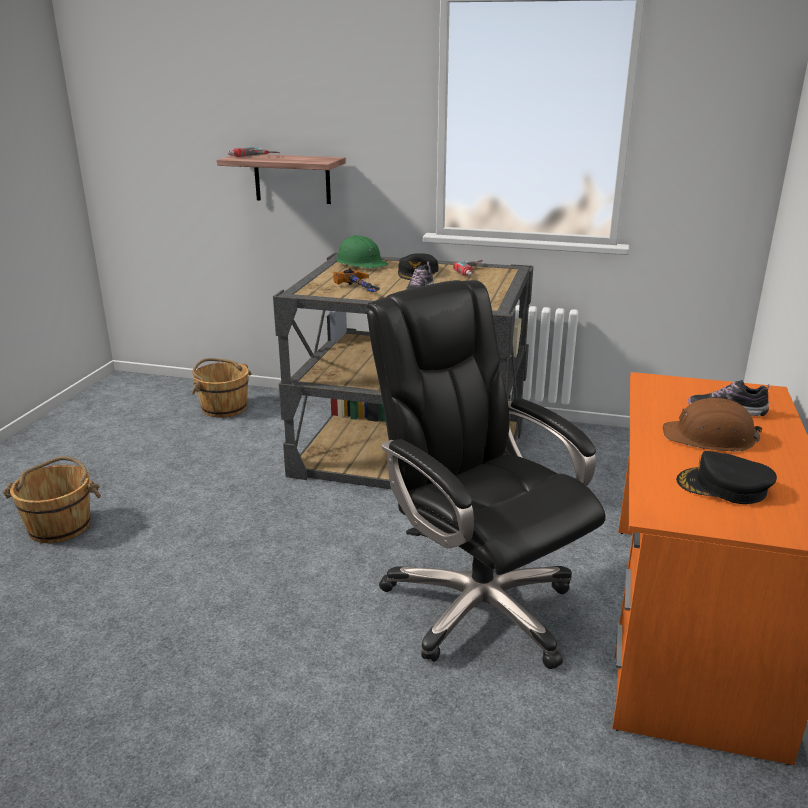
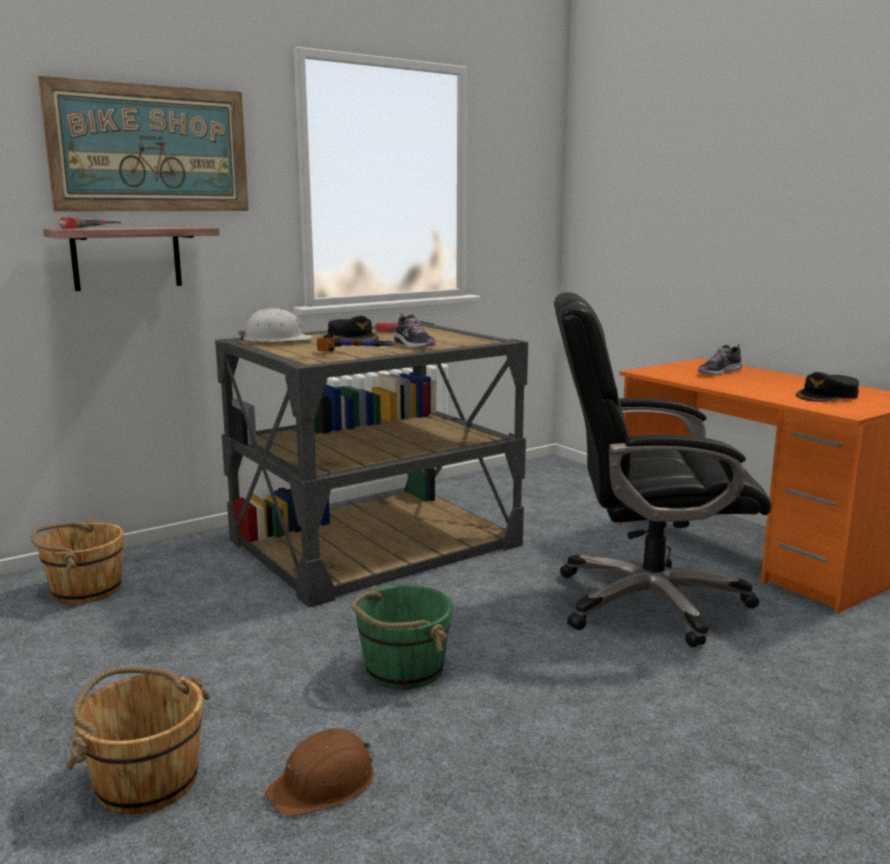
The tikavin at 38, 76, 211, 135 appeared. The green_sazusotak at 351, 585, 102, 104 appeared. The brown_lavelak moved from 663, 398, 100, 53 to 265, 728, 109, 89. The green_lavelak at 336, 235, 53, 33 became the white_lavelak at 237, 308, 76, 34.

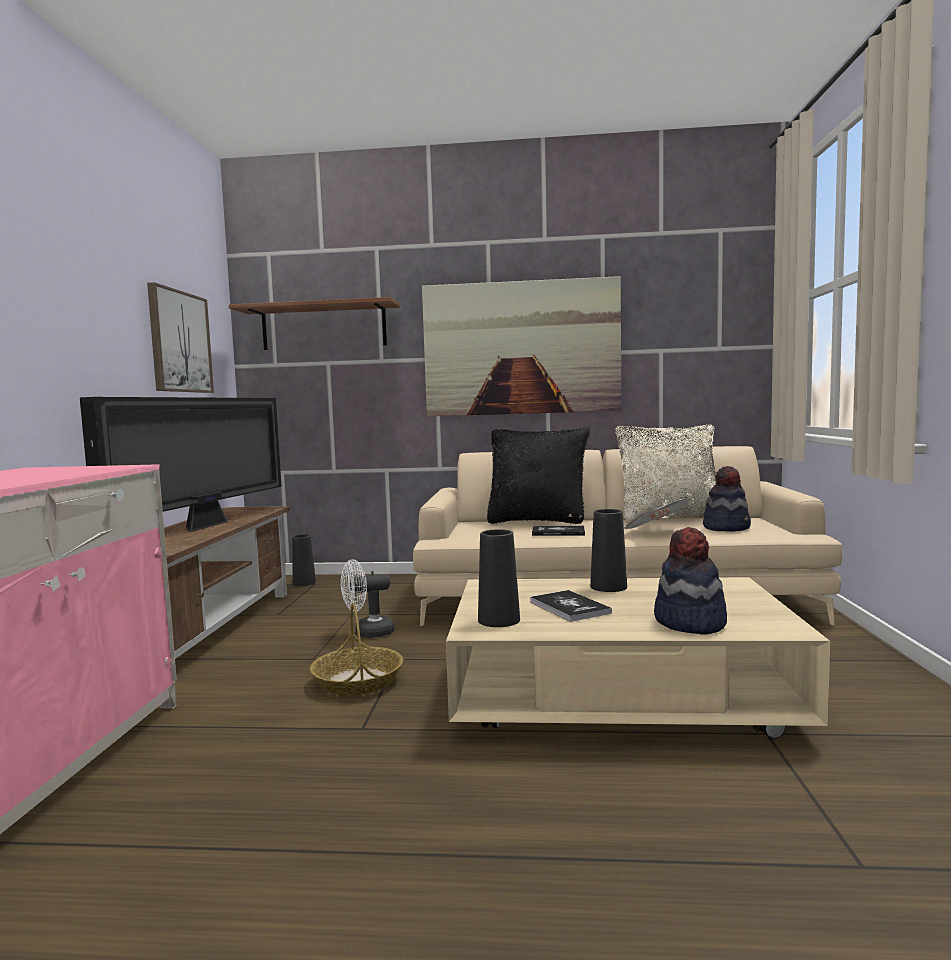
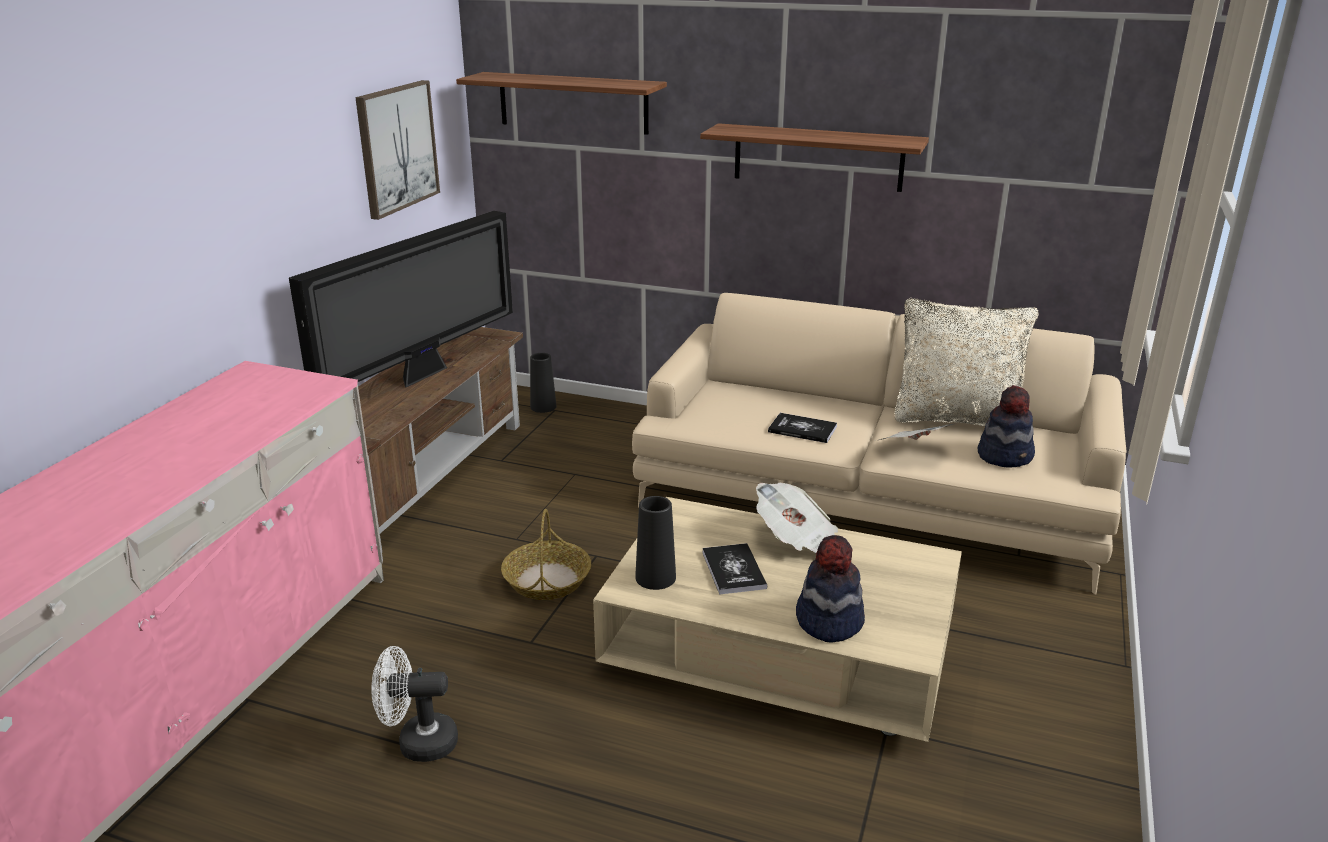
The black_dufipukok at 487, 428, 103, 96 disappeared. The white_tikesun moved from 341, 559, 54, 79 to 372, 646, 86, 116. The tikavin at 422, 276, 199, 140 was replaced by the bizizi at 700, 123, 229, 69. The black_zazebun at 590, 509, 37, 83 was replaced by the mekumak at 756, 483, 82, 70.

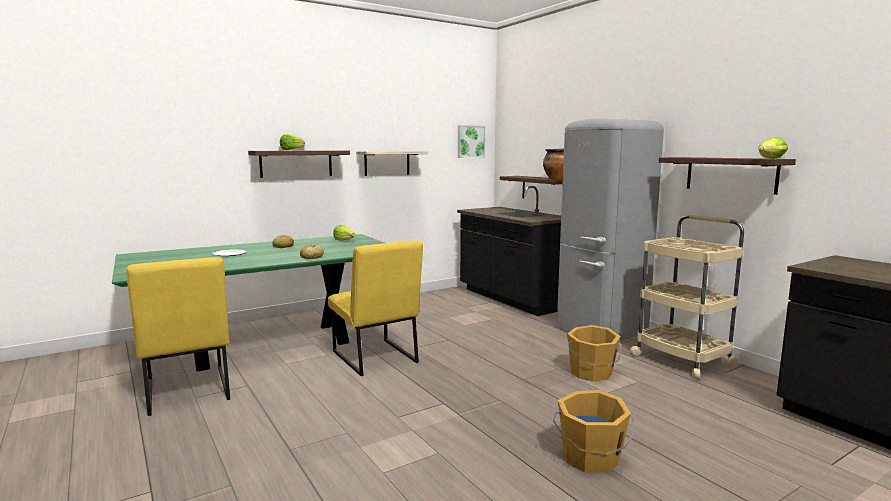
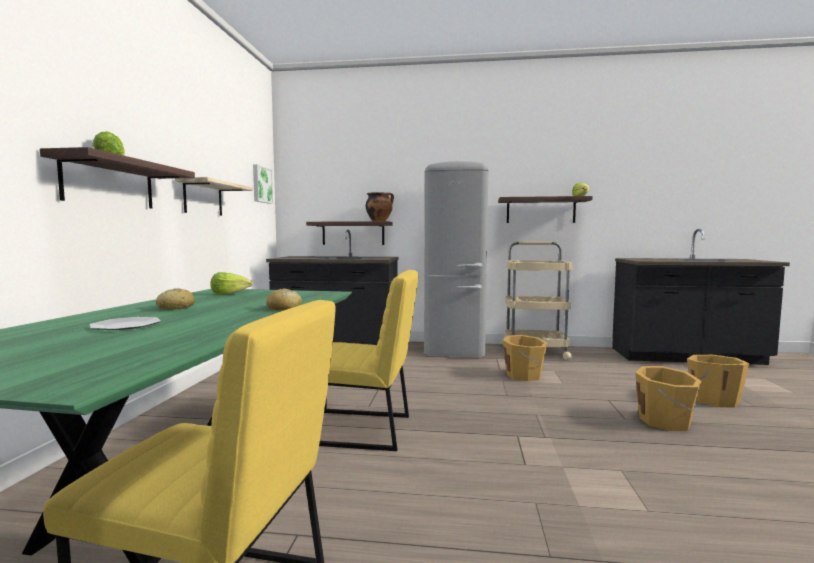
The orange_sazusotak at 687, 355, 62, 53 appeared.

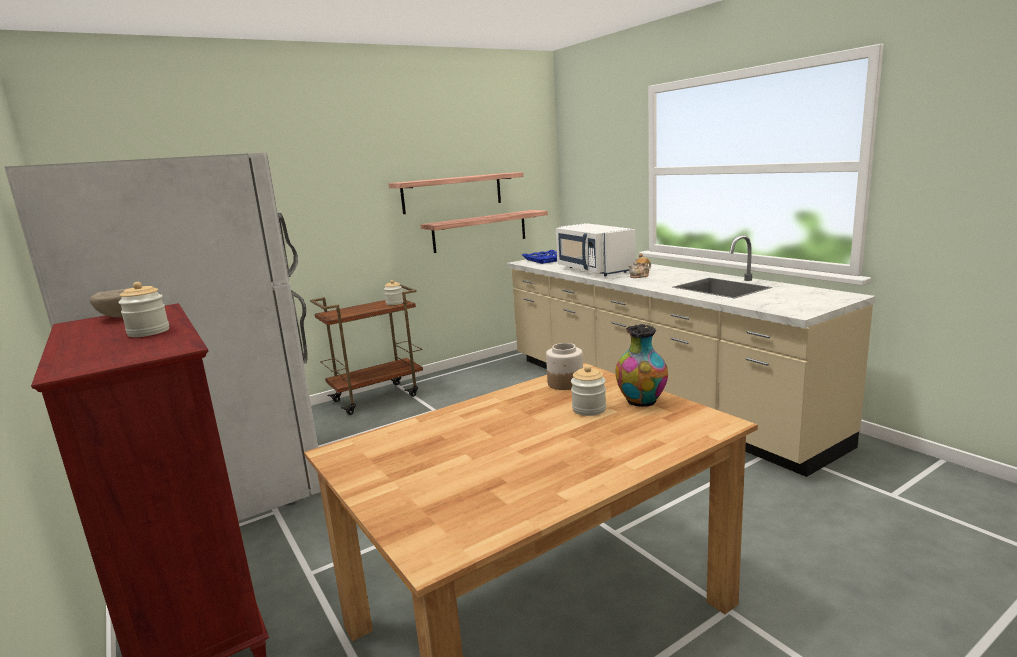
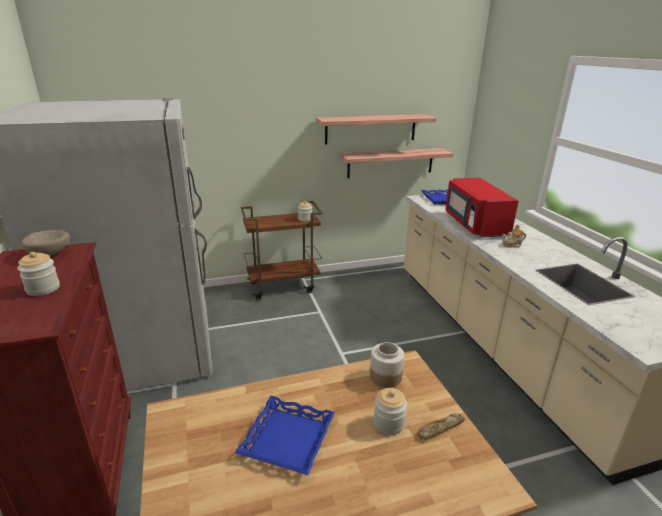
The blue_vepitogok at 235, 396, 100, 79 appeared. The zazebun at 615, 324, 53, 83 was replaced by the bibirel at 418, 413, 47, 27. The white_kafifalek at 556, 223, 80, 53 became the red_kafifalek at 445, 178, 74, 59.

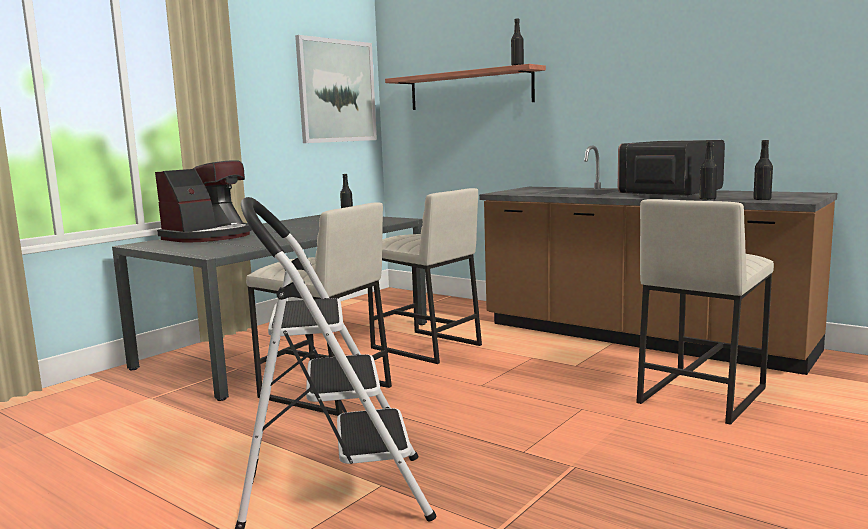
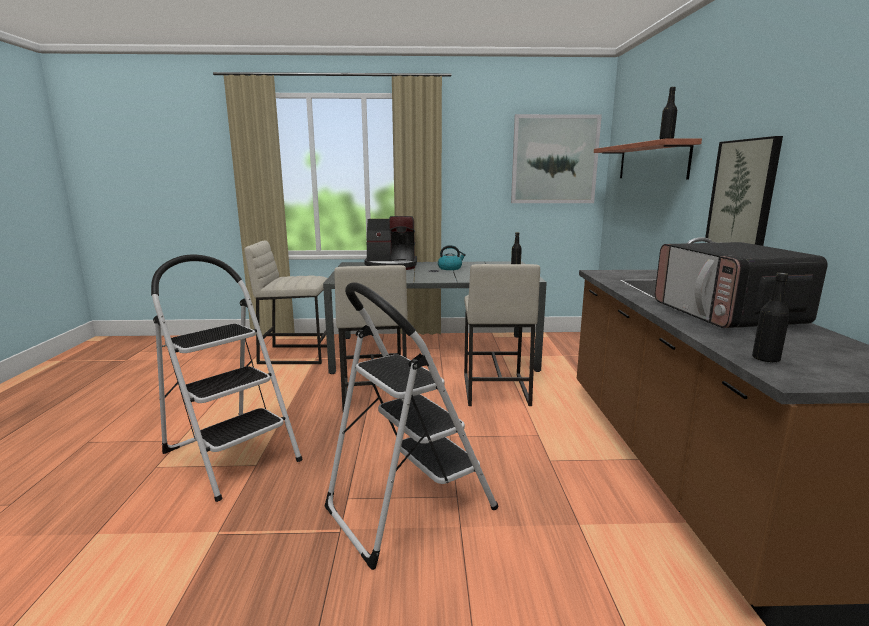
The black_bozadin at 699, 141, 19, 59 disappeared. The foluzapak at 325, 282, 173, 288 appeared. The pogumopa at 438, 245, 28, 25 appeared. The tikavin at 705, 136, 78, 110 appeared. The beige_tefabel moved from 636, 199, 138, 226 to 244, 241, 83, 123. The kafifalek at 617, 140, 108, 57 turned 105 degrees counterclockwise.

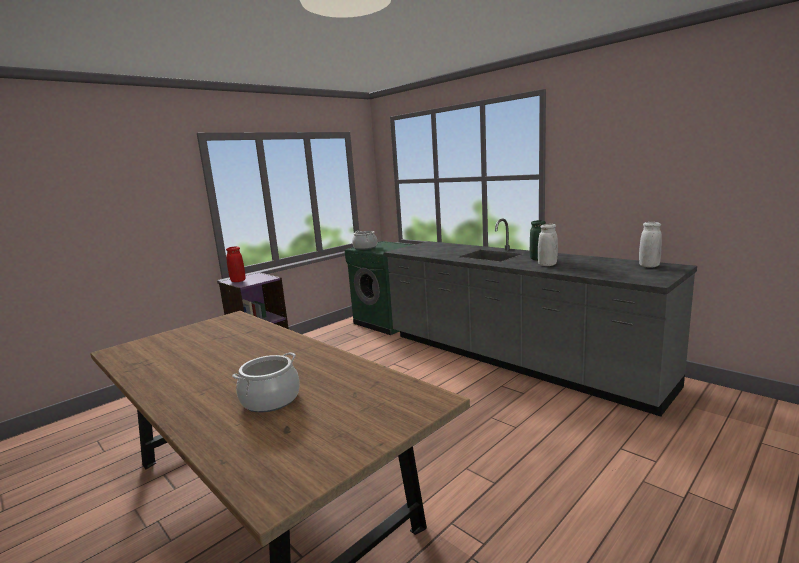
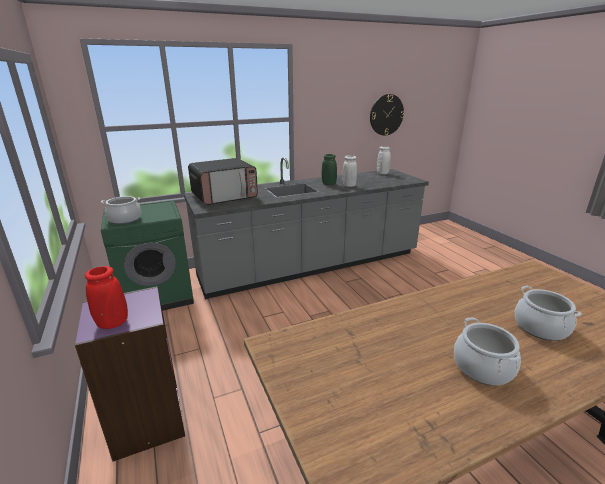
The kafifalek at 188, 158, 70, 47 appeared. The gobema at 370, 94, 34, 42 appeared. The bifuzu at 454, 318, 67, 68 appeared.

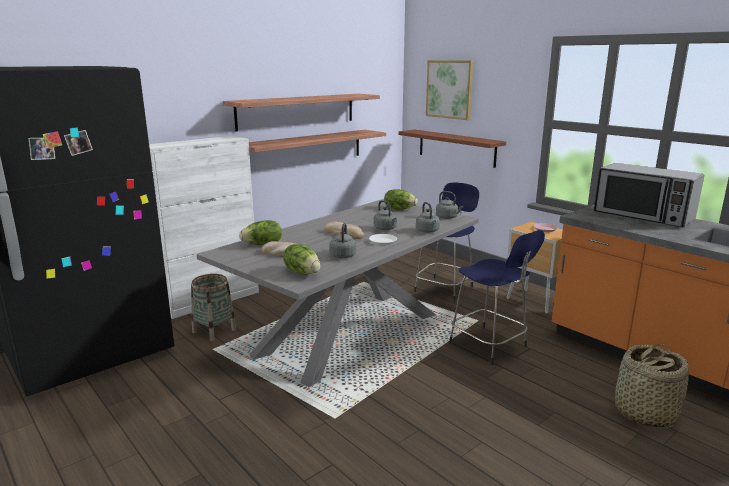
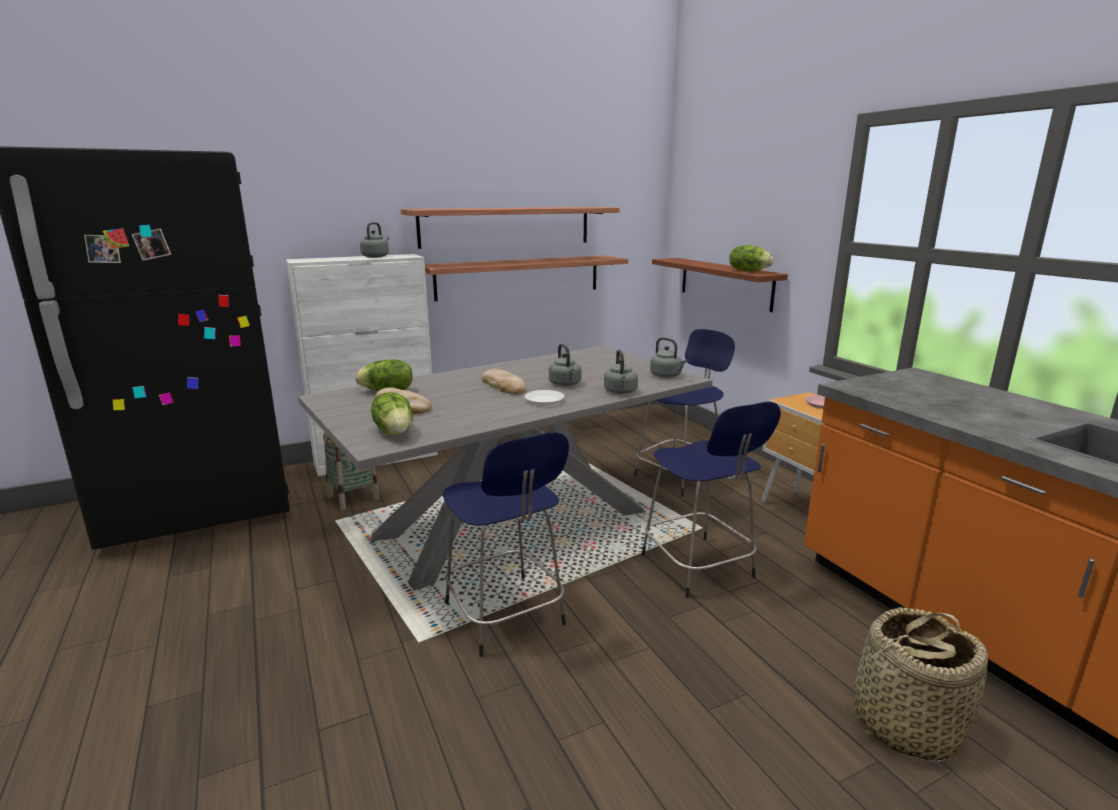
The tikavin at 426, 60, 48, 60 disappeared. The kafifalek at 594, 163, 110, 64 disappeared. The blue_tefabel at 443, 432, 126, 225 appeared. The grey_pogumopa moved from 329, 223, 27, 35 to 360, 222, 29, 36. The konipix moved from 384, 189, 34, 20 to 729, 245, 45, 26.

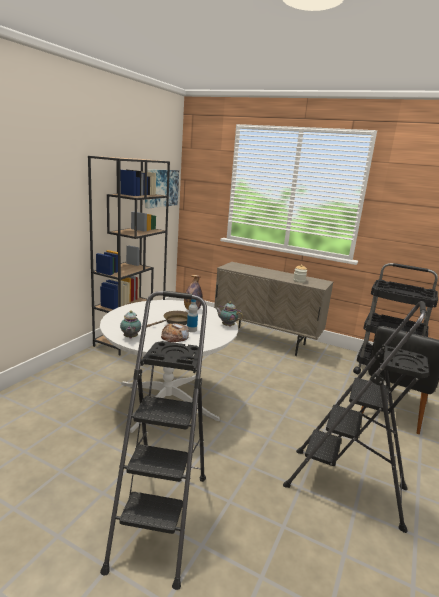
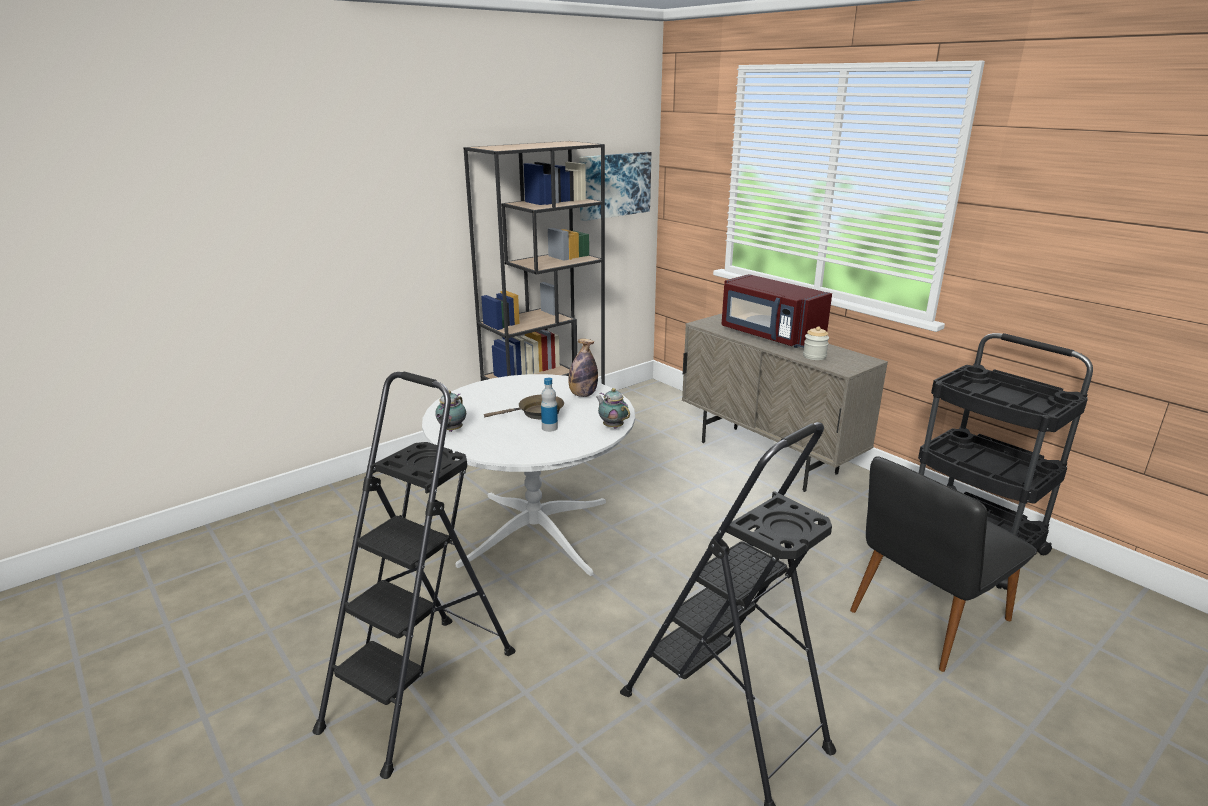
The bibirel at 161, 323, 28, 19 disappeared. The red_kafifalek at 722, 274, 110, 74 appeared.

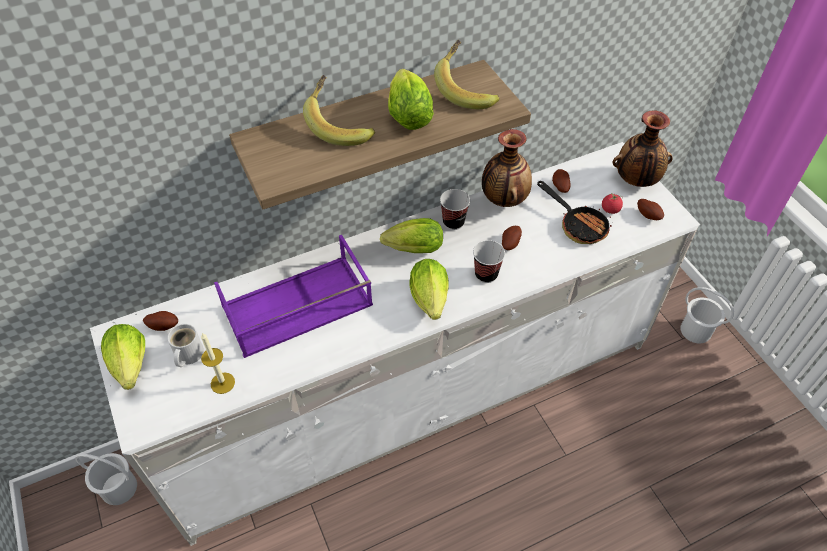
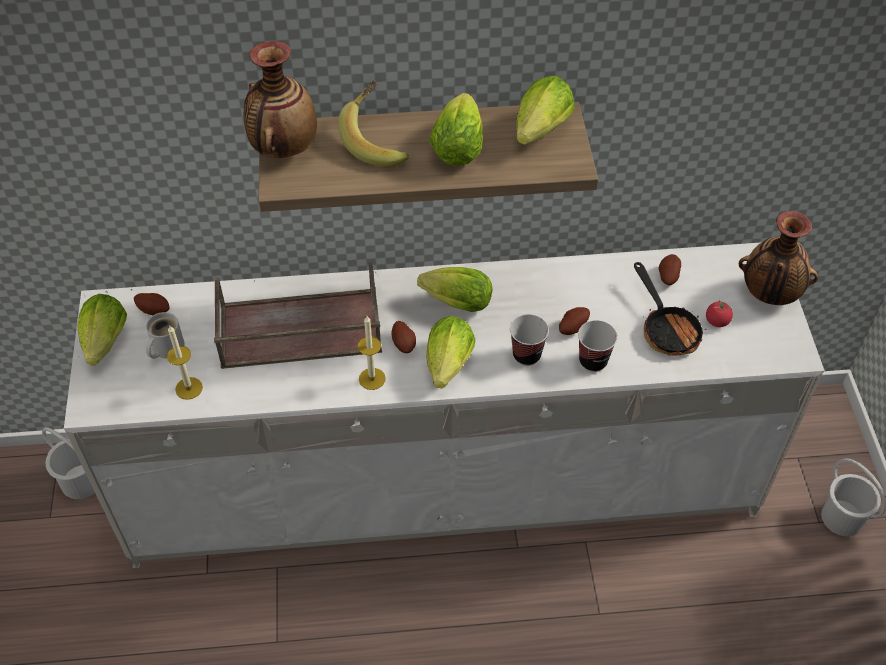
The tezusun at 358, 316, 28, 74 appeared. The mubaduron moved from 440, 189, 30, 41 to 578, 320, 40, 52. The zazebun moved from 482, 129, 50, 78 to 244, 41, 73, 117. The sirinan moved from 637, 199, 27, 21 to 392, 321, 24, 32. The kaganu at 434, 40, 66, 69 was replaced by the konipix at 517, 76, 58, 69. The purple_vepitogok at 214, 235, 159, 123 became the brown_vepitogok at 214, 263, 168, 106.

